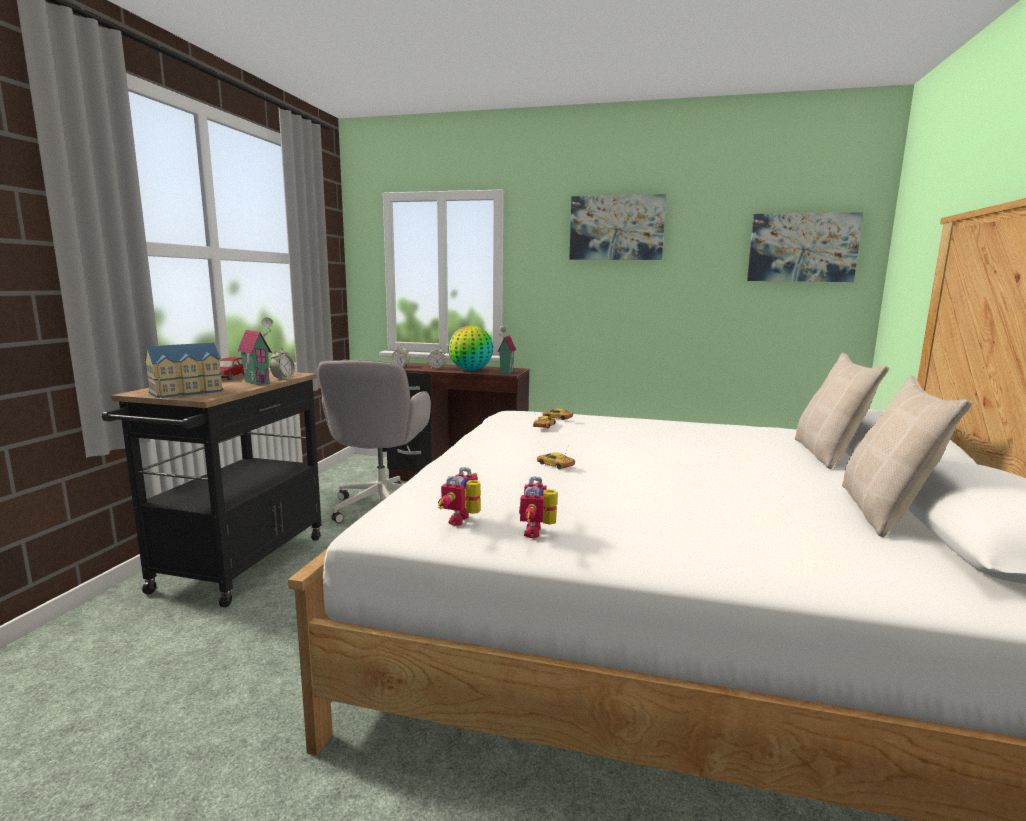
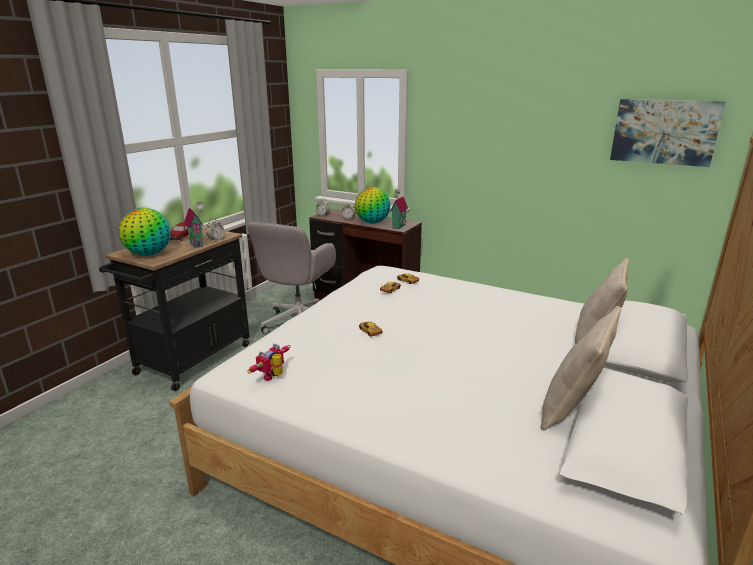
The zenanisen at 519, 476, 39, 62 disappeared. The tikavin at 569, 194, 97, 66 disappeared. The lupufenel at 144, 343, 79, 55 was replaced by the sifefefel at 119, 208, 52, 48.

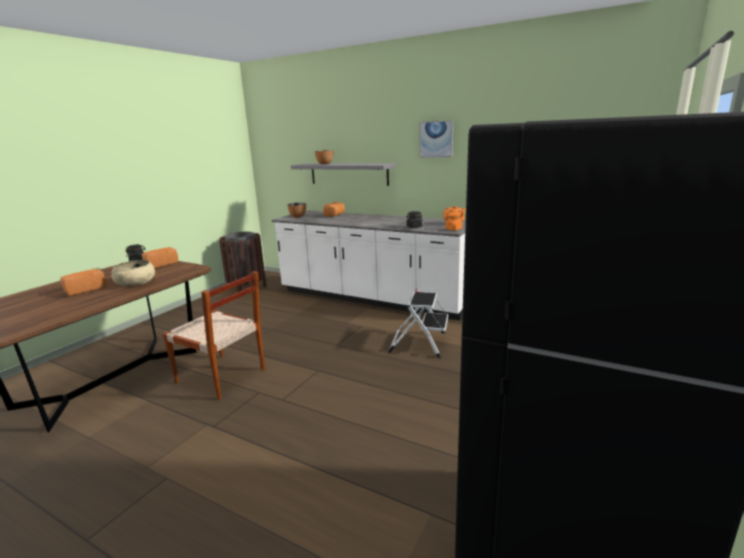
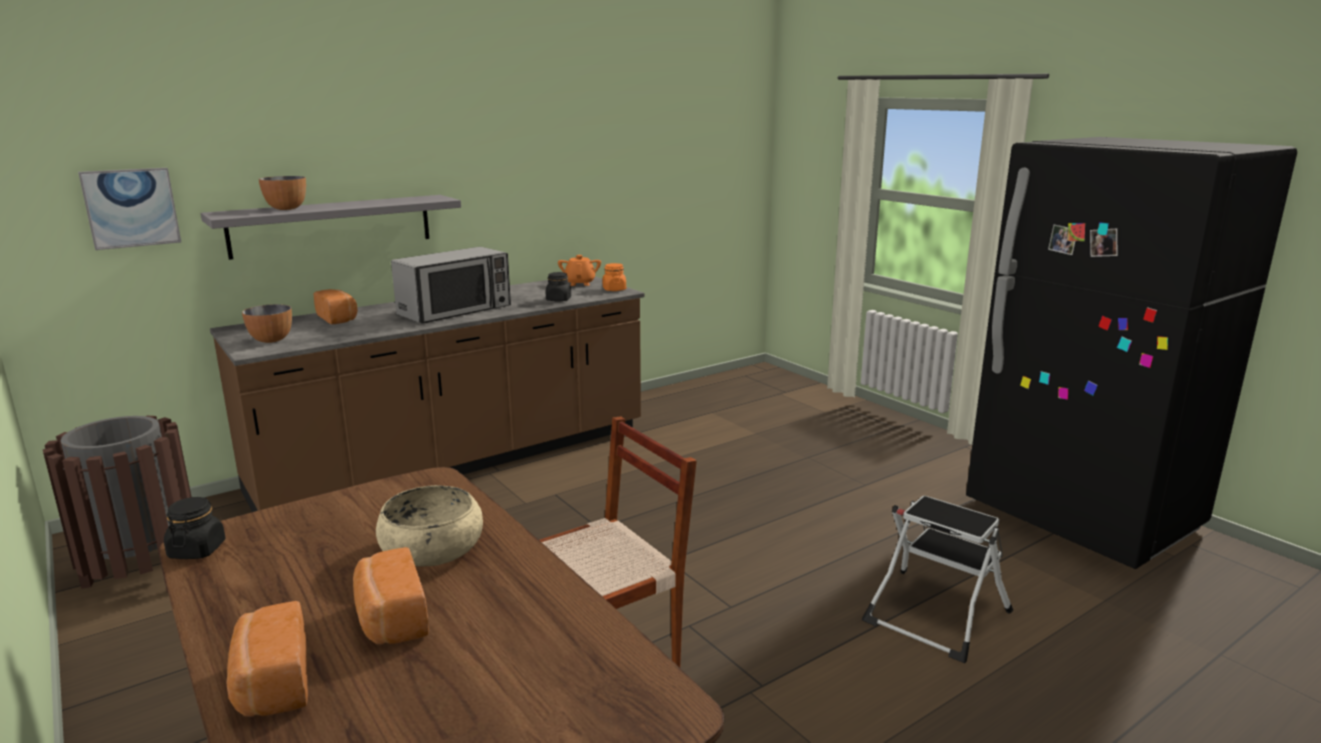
The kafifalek at 391, 247, 120, 76 appeared. The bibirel moved from 142, 247, 36, 21 to 226, 601, 82, 116. The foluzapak moved from 388, 289, 60, 69 to 862, 496, 151, 167. The tikavin moved from 420, 120, 33, 38 to 78, 168, 103, 82. The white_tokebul at 272, 210, 194, 110 became the brown_tokebul at 210, 276, 435, 236.

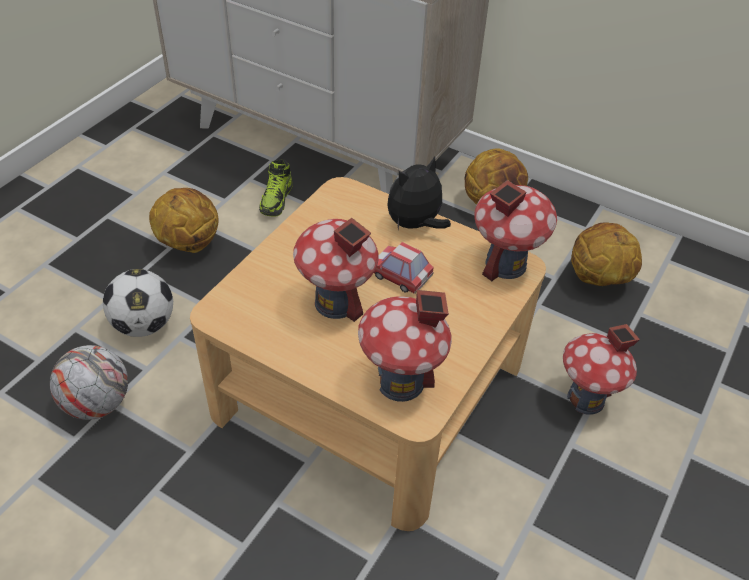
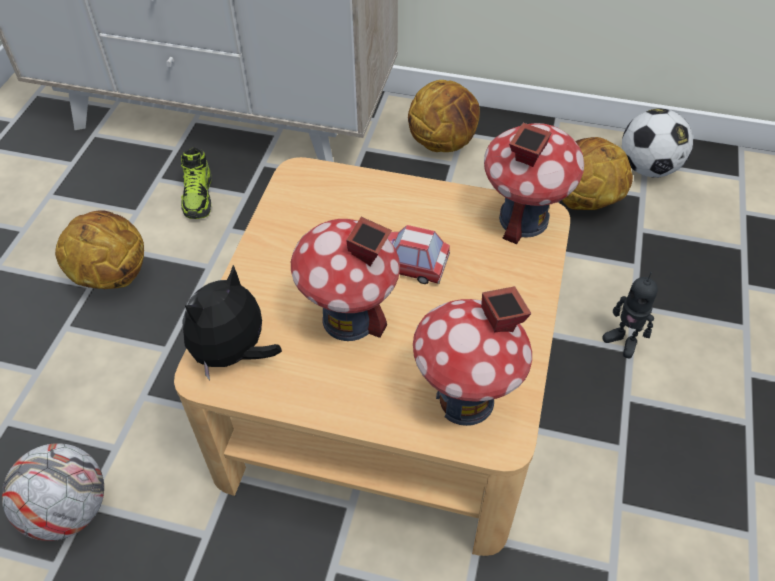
The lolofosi moved from 103, 269, 70, 68 to 622, 109, 71, 69. The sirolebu moved from 387, 156, 64, 75 to 182, 265, 100, 116. The lupufenel at 563, 324, 77, 91 was replaced by the zenanisen at 602, 272, 56, 86.

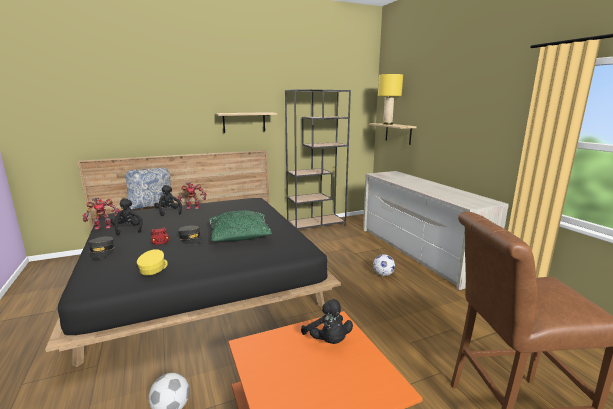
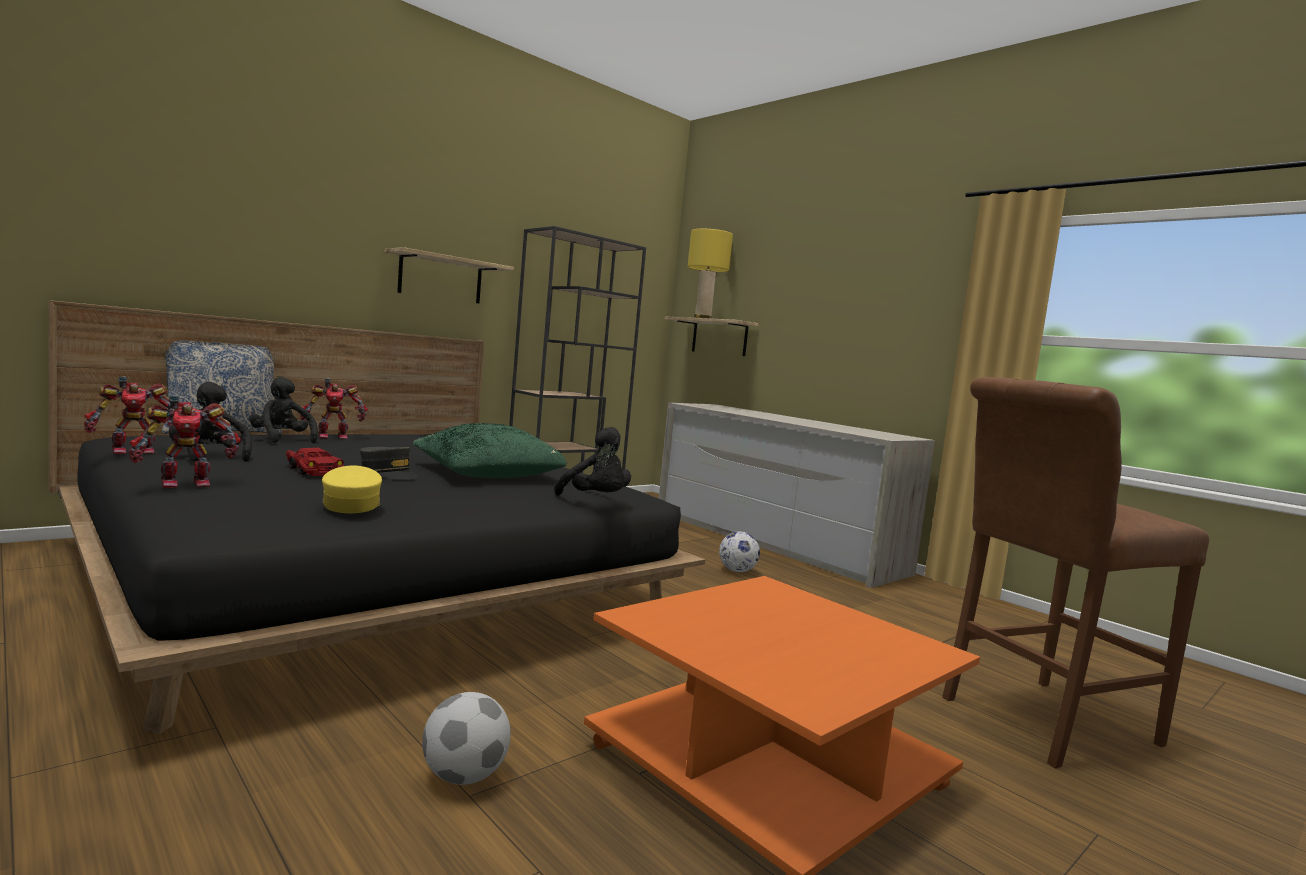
The black_sirolebu moved from 301, 299, 52, 45 to 554, 427, 77, 69. The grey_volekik at 88, 236, 26, 23 was replaced by the zenanisen at 129, 395, 112, 93.

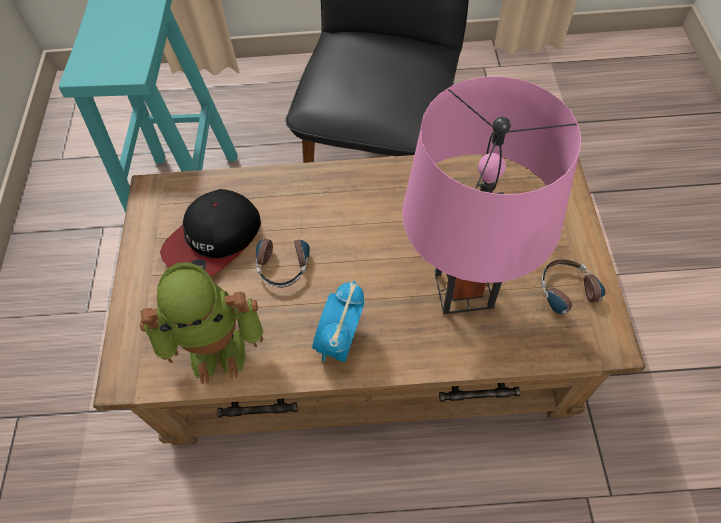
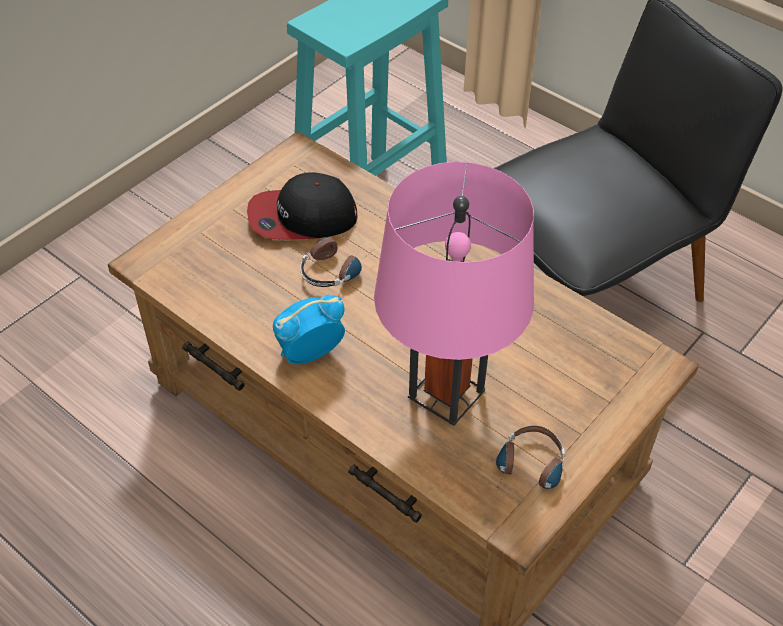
The zenanisen at 140, 262, 124, 122 disappeared.

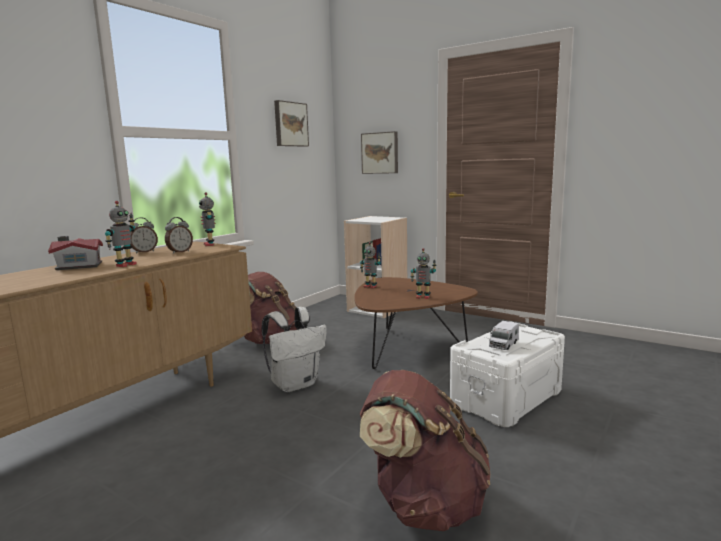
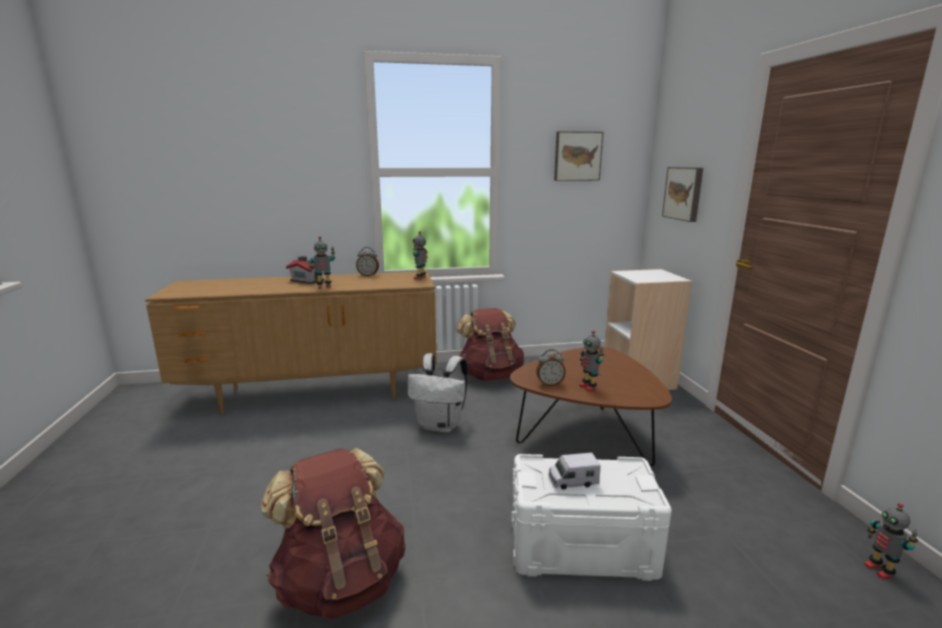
The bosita moved from 165, 217, 28, 37 to 536, 349, 30, 37. The zenanisen moved from 360, 242, 21, 47 to 864, 503, 54, 77.

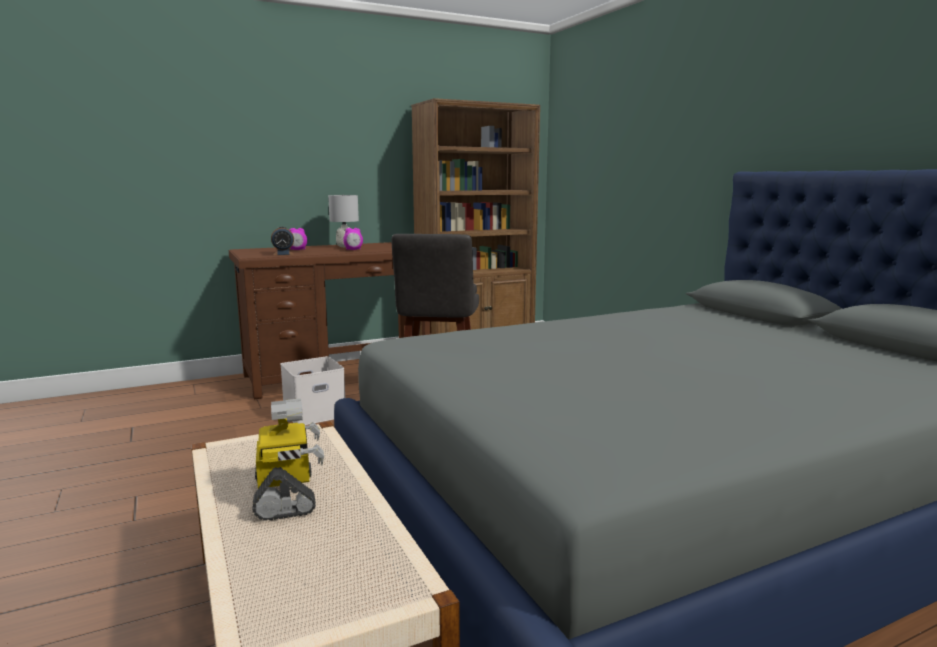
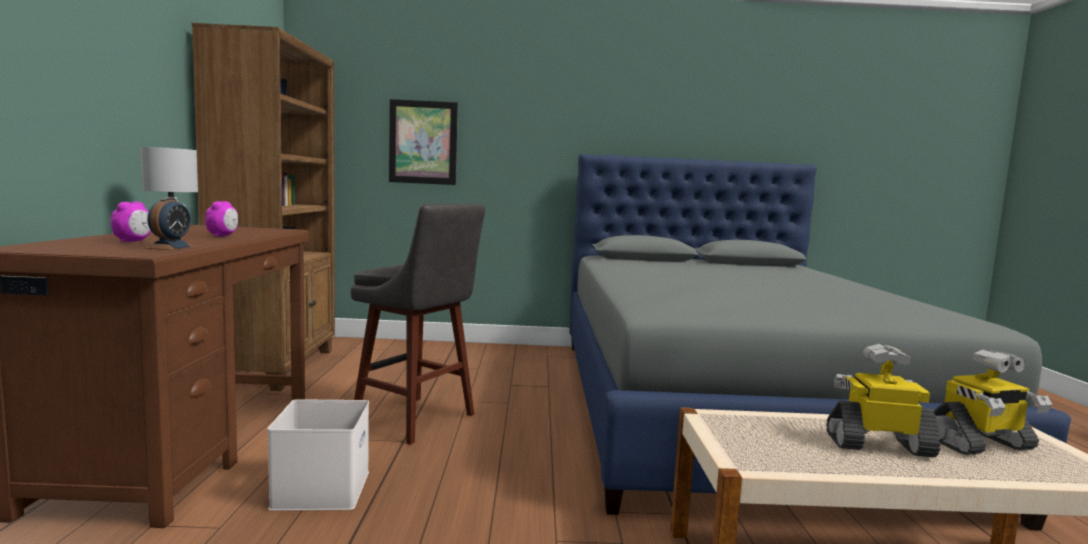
The tikavin at 389, 99, 69, 86 appeared. The zenanisen at 934, 349, 119, 106 appeared.

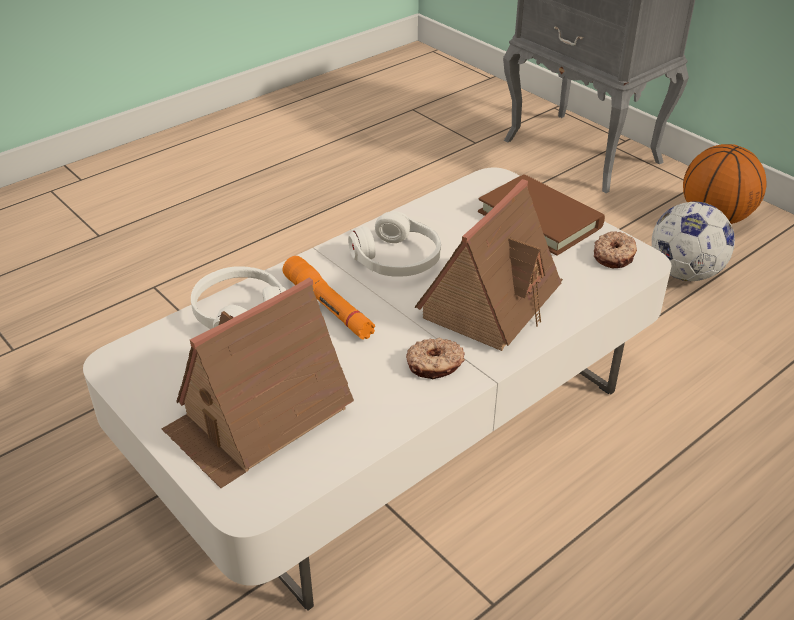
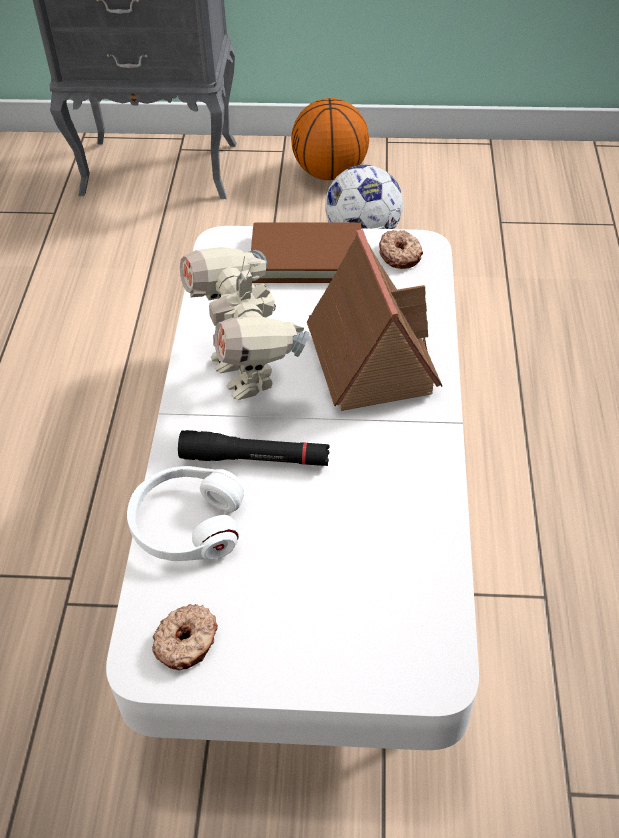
The lupufenel at 162, 277, 192, 211 disappeared. The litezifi moved from 406, 338, 59, 41 to 152, 604, 66, 66. The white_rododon at 348, 211, 93, 66 was replaced by the zenanisen at 180, 247, 130, 153. The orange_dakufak at 282, 256, 93, 84 became the black_dakufak at 178, 430, 152, 36.

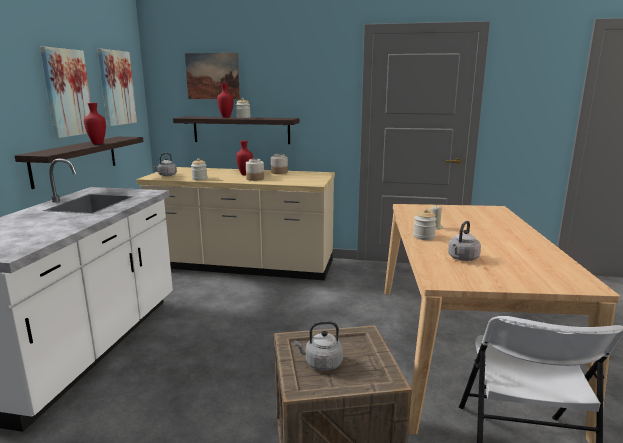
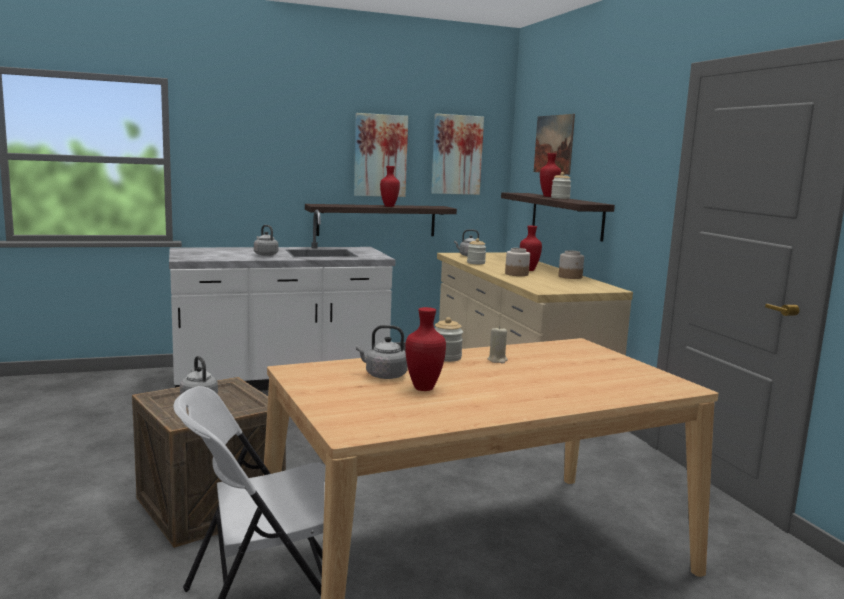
The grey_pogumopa at 254, 225, 25, 31 appeared. The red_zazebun at 405, 307, 41, 84 appeared.

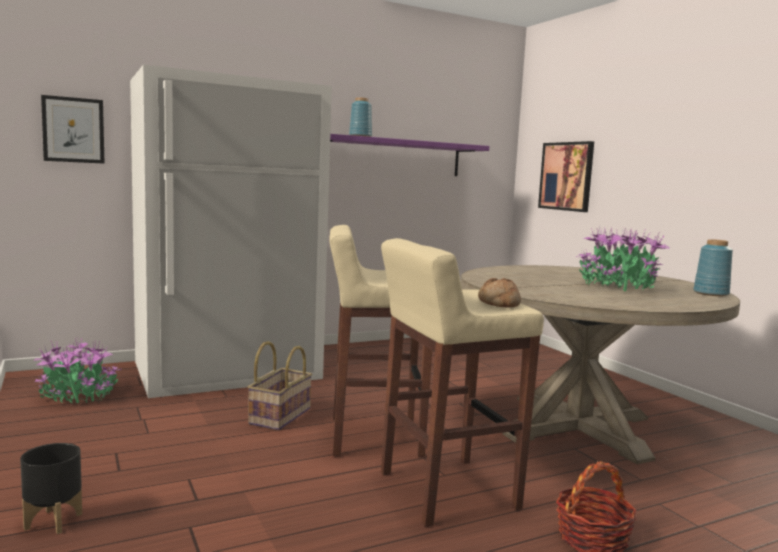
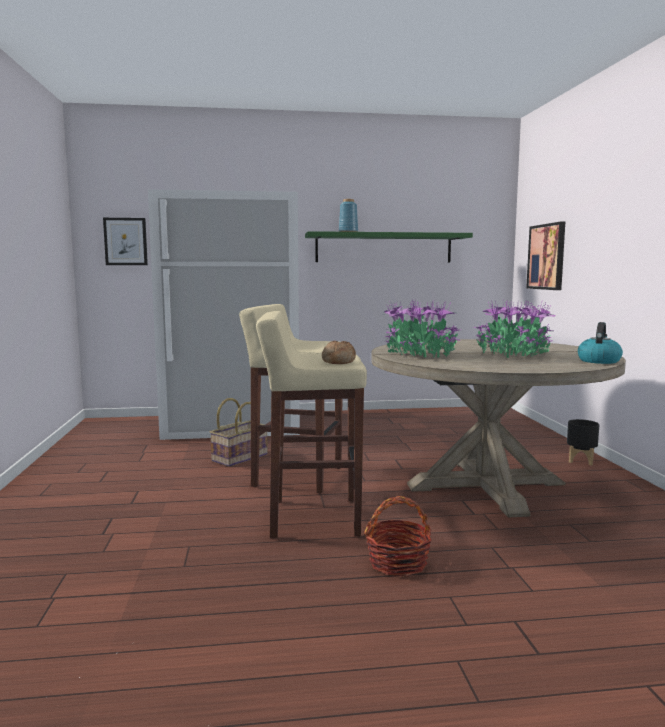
The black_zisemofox moved from 20, 443, 62, 91 to 567, 419, 32, 47. The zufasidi moved from 34, 338, 88, 65 to 384, 300, 77, 58. The blue_zazebun at 693, 239, 40, 57 was replaced by the pogumopa at 578, 322, 45, 42. The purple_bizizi at 330, 134, 159, 42 became the green_bizizi at 305, 231, 168, 32.

